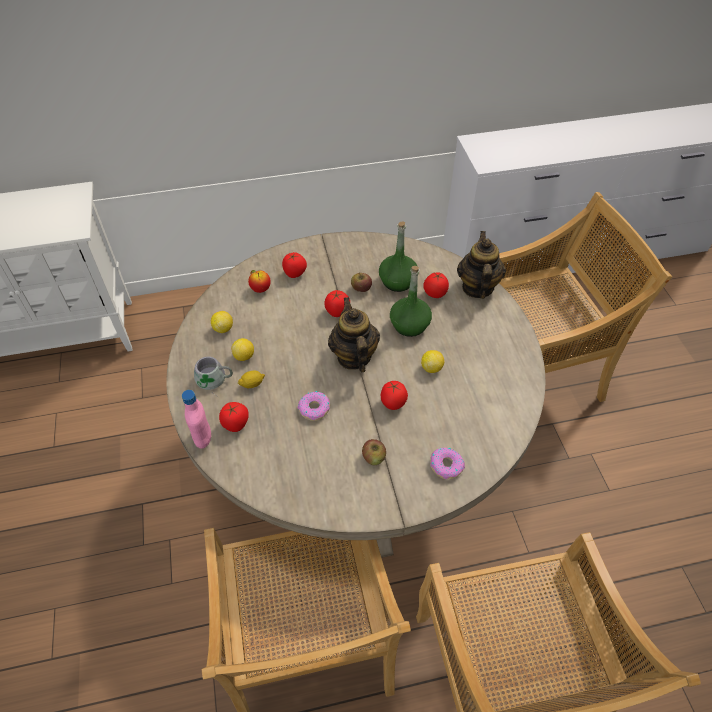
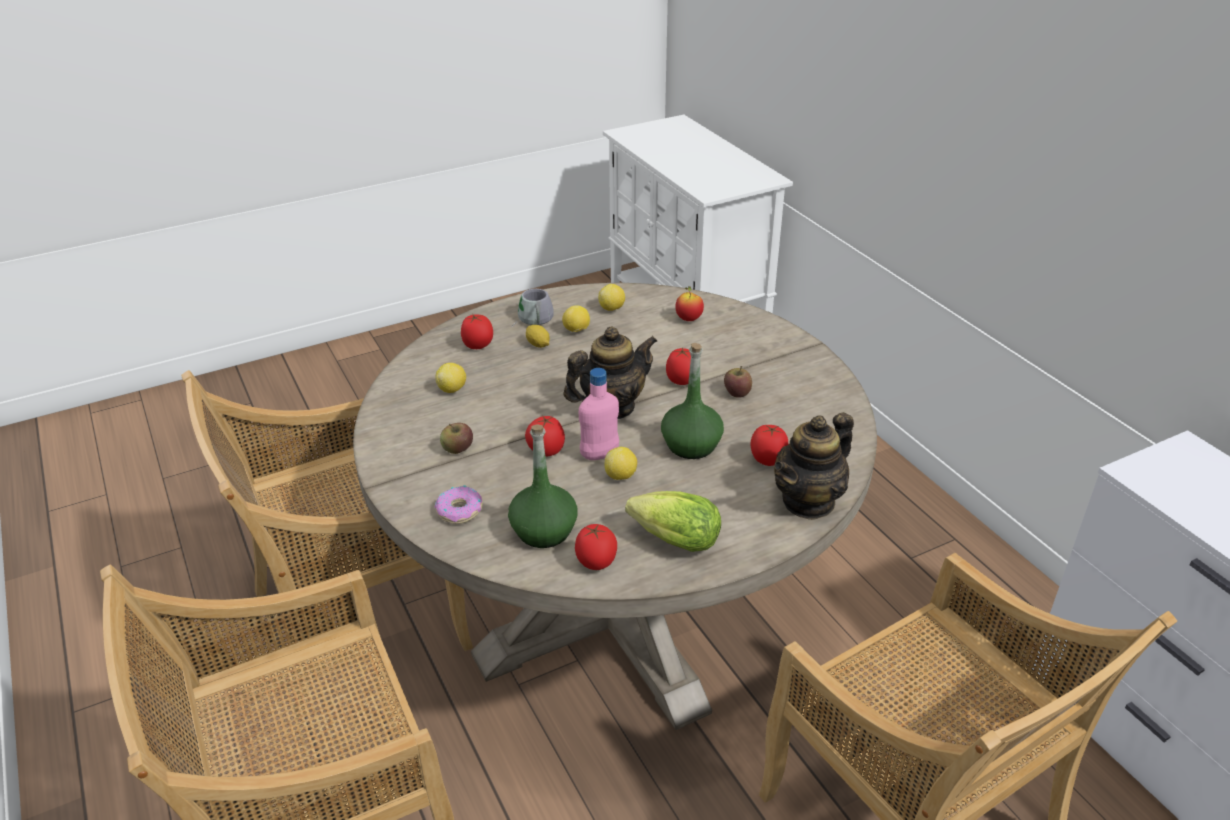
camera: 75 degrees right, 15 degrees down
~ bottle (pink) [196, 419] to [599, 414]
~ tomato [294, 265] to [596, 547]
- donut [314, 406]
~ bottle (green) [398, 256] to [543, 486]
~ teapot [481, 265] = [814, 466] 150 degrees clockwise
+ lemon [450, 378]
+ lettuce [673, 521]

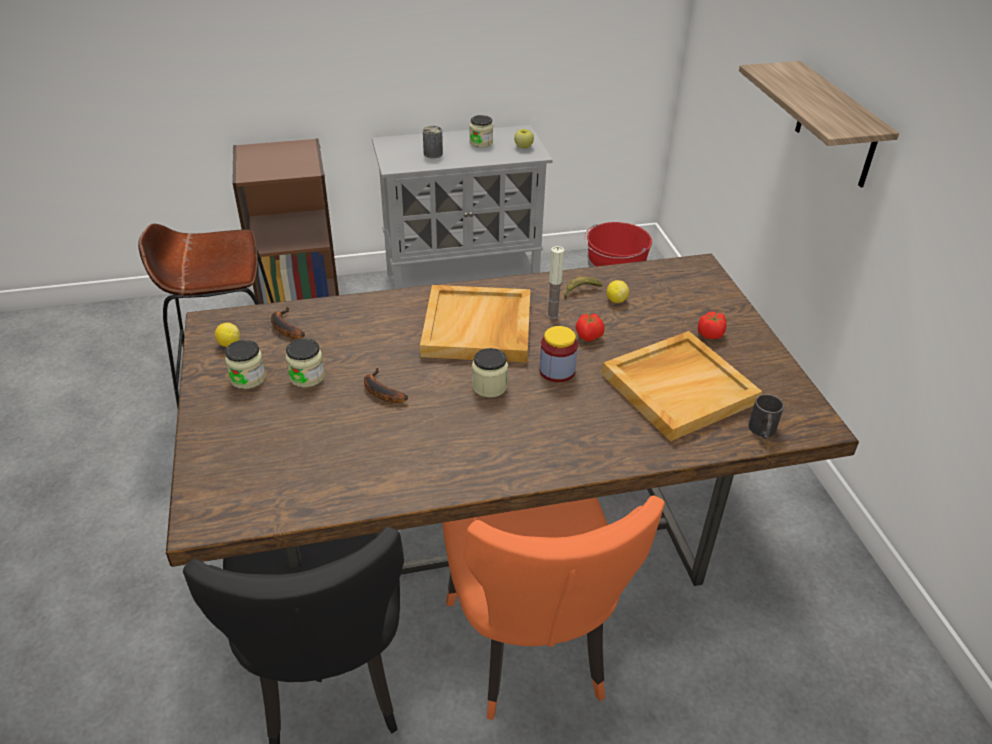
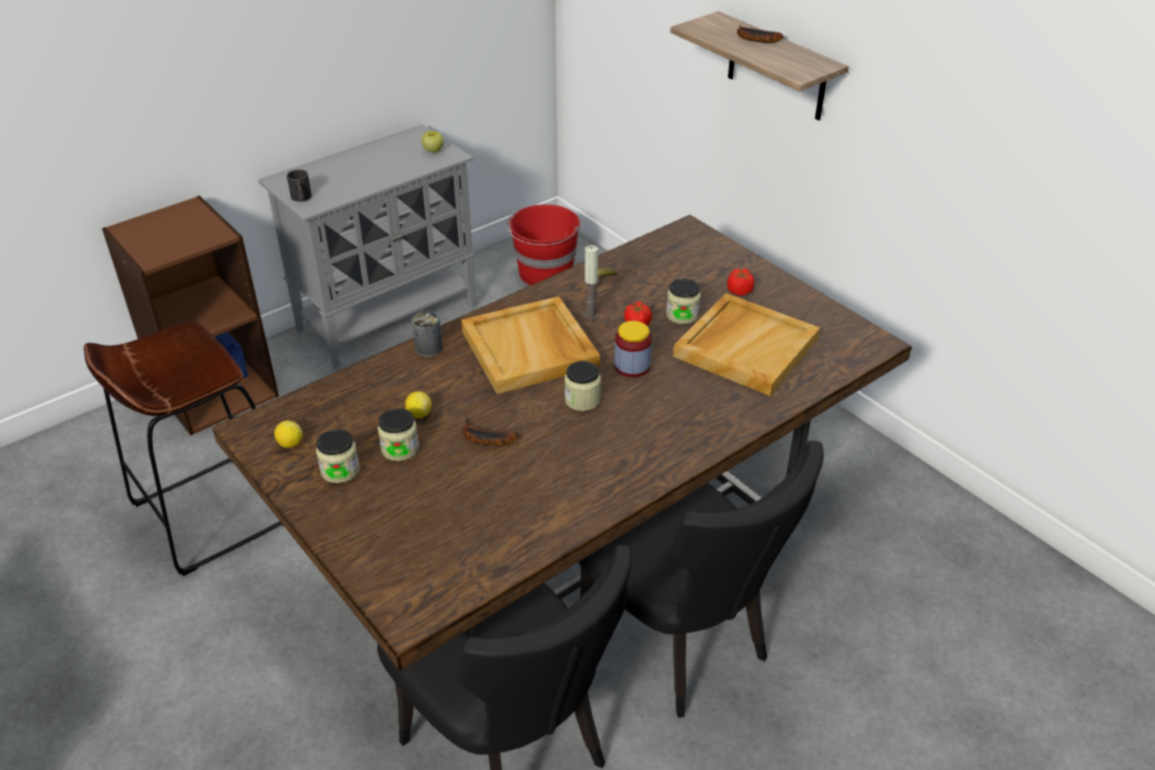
camera: 25 degrees left, 0 degrees up
~ banana [288, 323] to [760, 34]
~ can [433, 142] to [427, 334]
~ chair (orange) [553, 608] to chair (black) [701, 579]
~ jar [481, 131] to [683, 301]
~ lemon [617, 291] to [418, 404]
~ mug (black) [766, 416] to [299, 185]

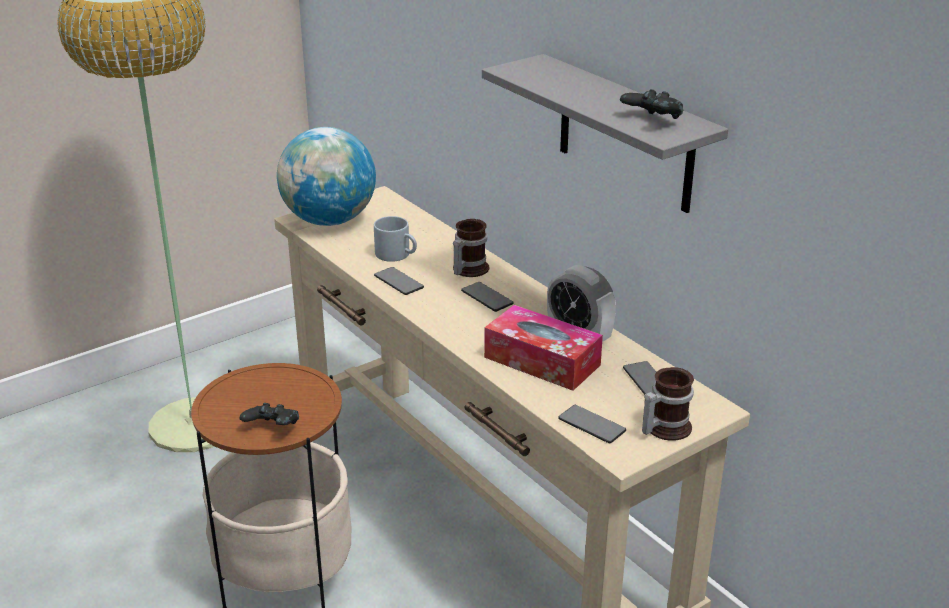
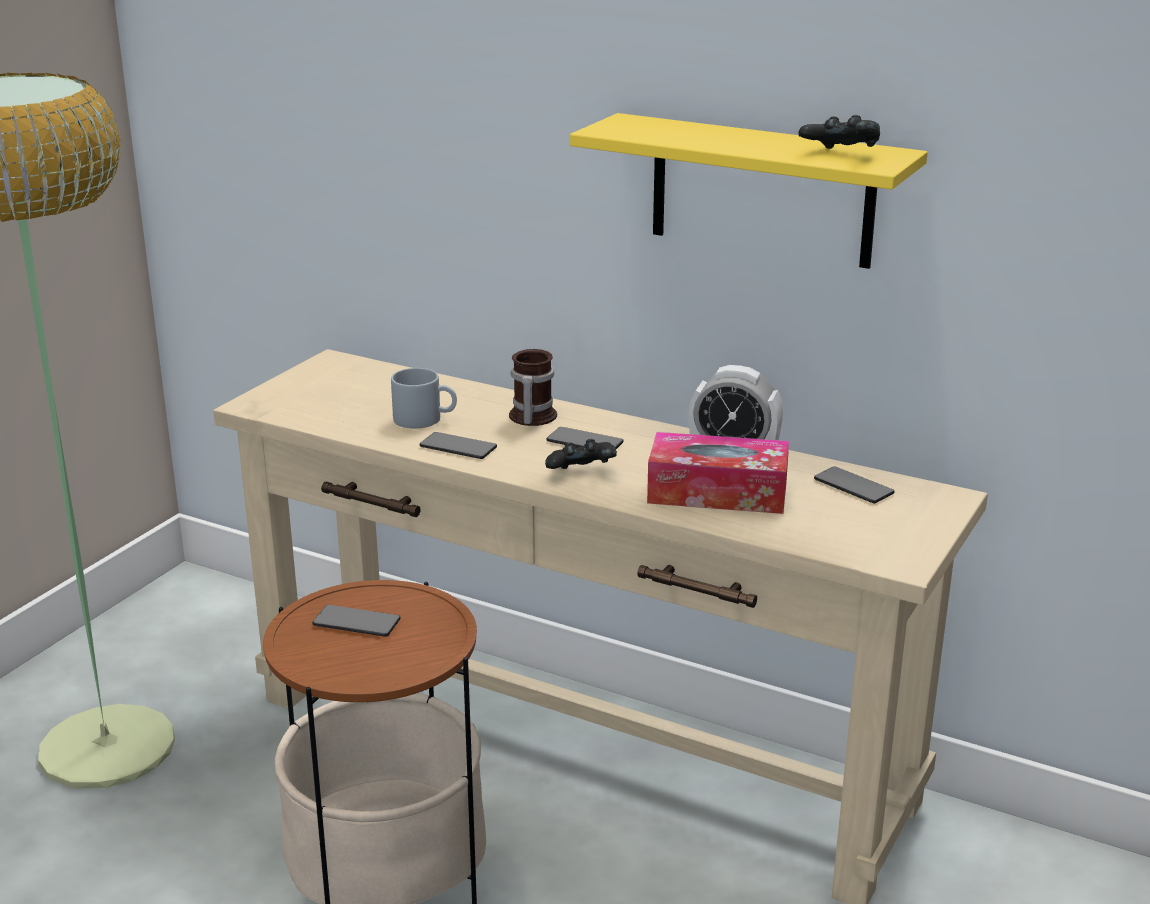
camera: 25 degrees left, 5 degrees down
~ game controller (black) [269, 414] to [581, 454]
- globe [326, 176]
~ shelf (grey) [605, 133] to shelf (yellow) [749, 191]
~ phone [592, 424] to [357, 621]
- mug [668, 404]

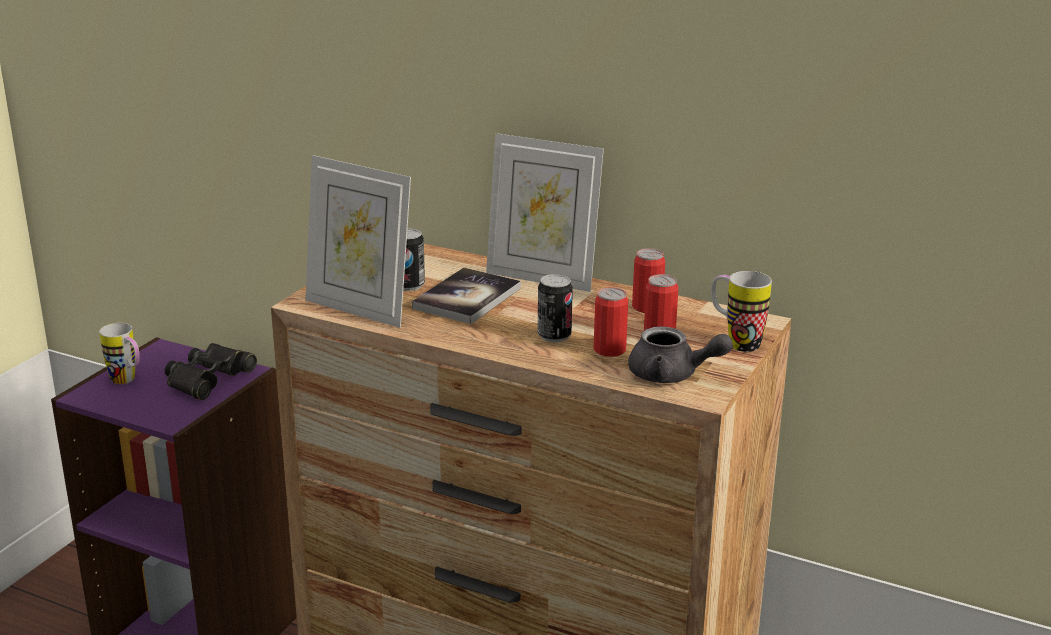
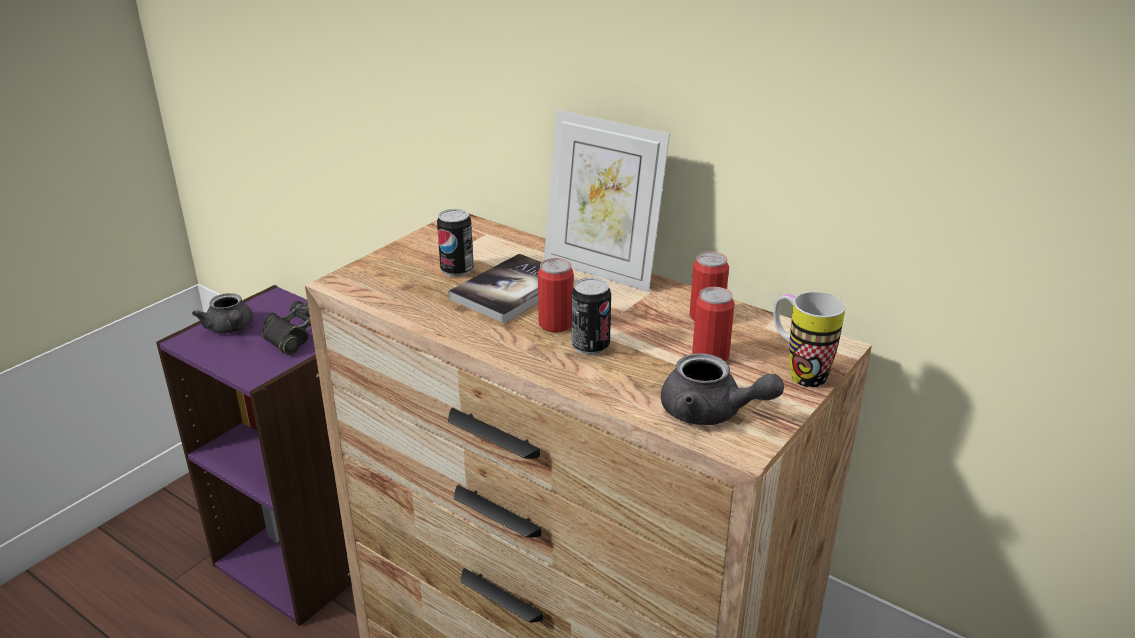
camera: 10 degrees right, 5 degrees up
~ mug [119, 353] to teapot (grey) [222, 313]
- picture frame [358, 241]
~ can [611, 322] to [556, 295]

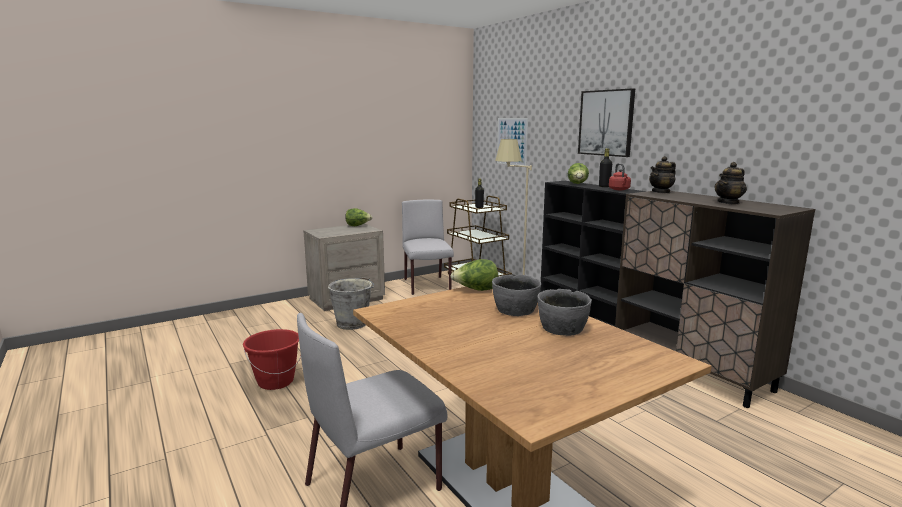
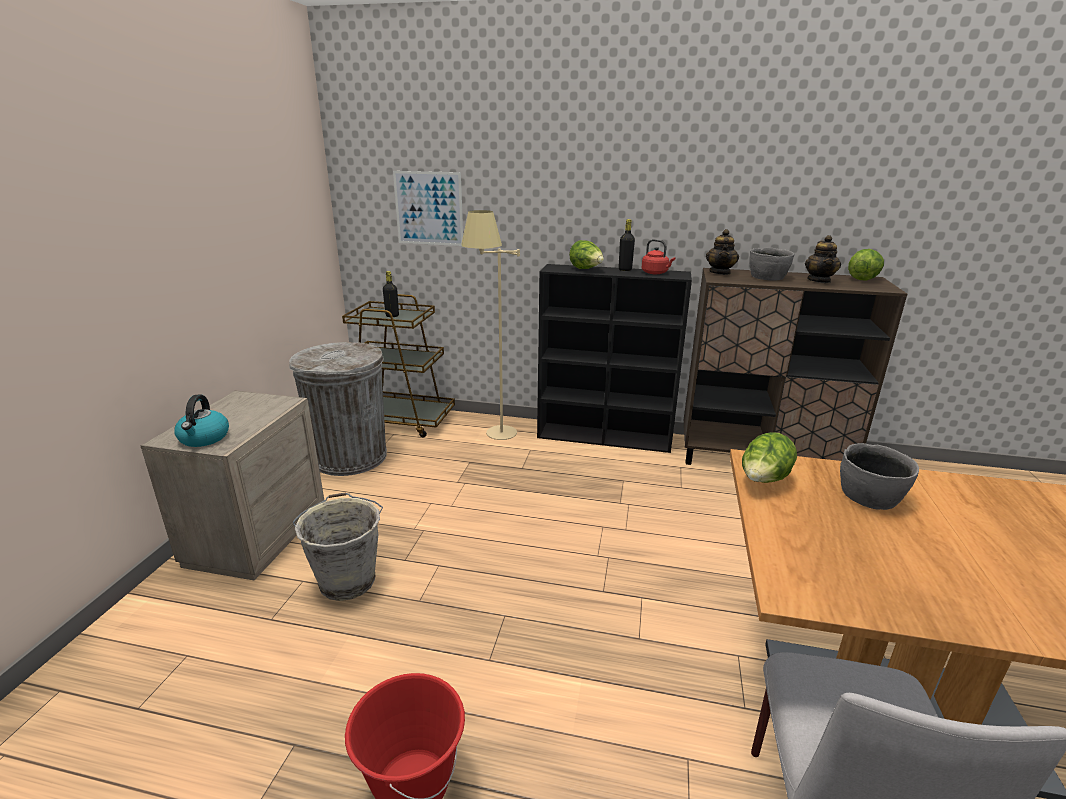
camera: 45 degrees left, 10 degrees up
~ lettuce [359, 217] to [866, 264]
~ chair (grey) [428, 247] to trash can (grey) [338, 409]
~ bowl (grey) [564, 312] to [772, 264]
- picture [606, 122]
+ kettle [201, 421]

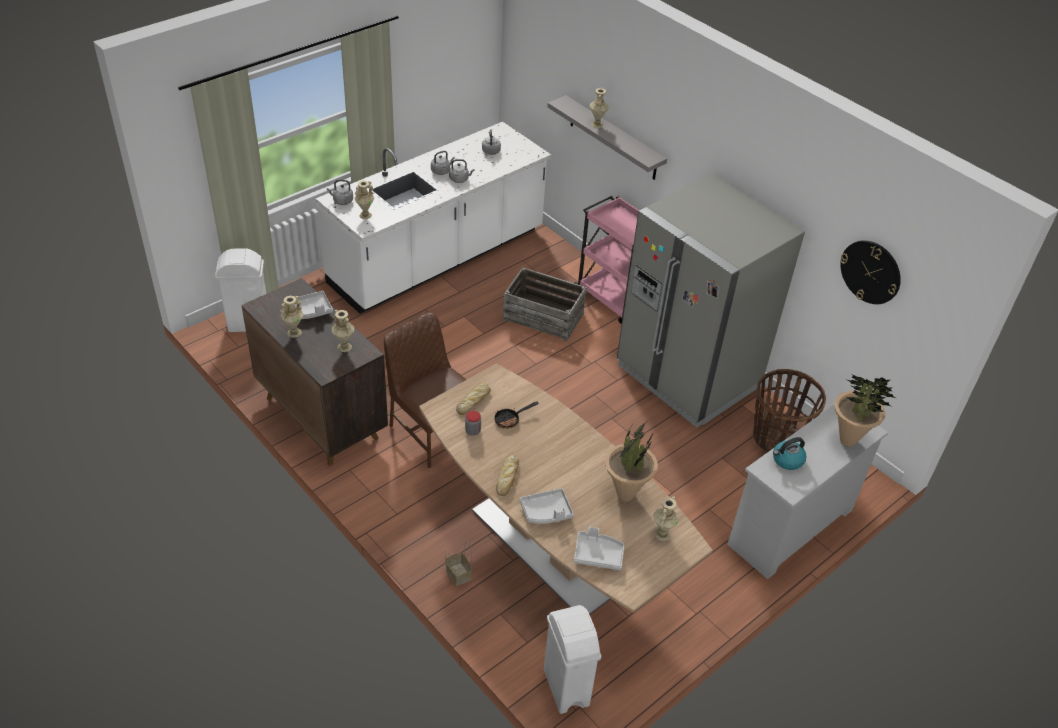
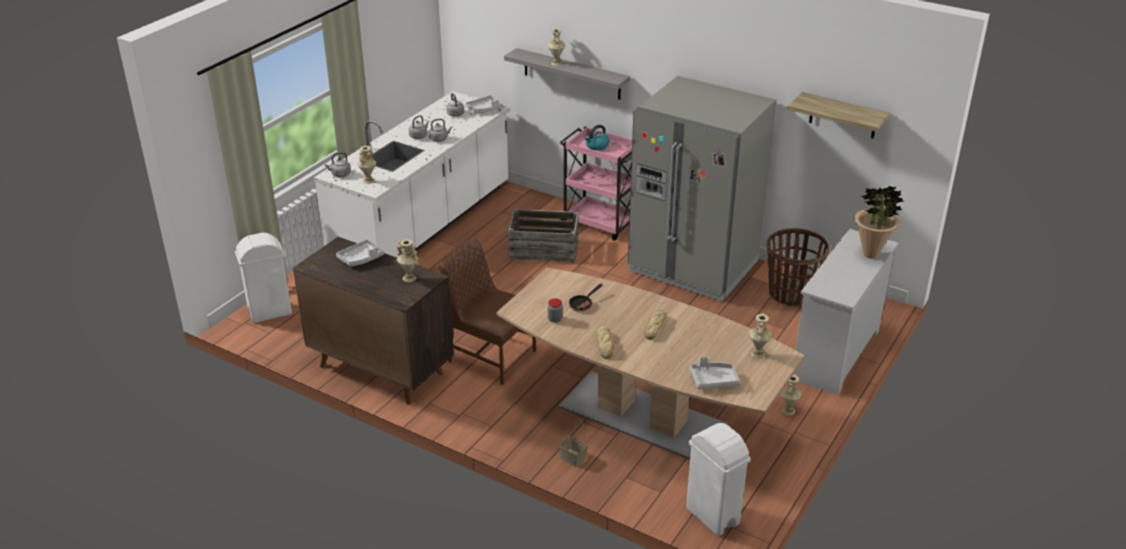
camera: 15 degrees left, 10 degrees down
~ vase (beige) [292, 317] to [791, 394]
~ bread [473, 399] to [655, 324]
~ tray (grey) [547, 506] to [484, 104]
- potted plant [631, 462]
~ kettle [789, 453] to [597, 138]
~ wall clock [870, 272] to shelf [838, 115]

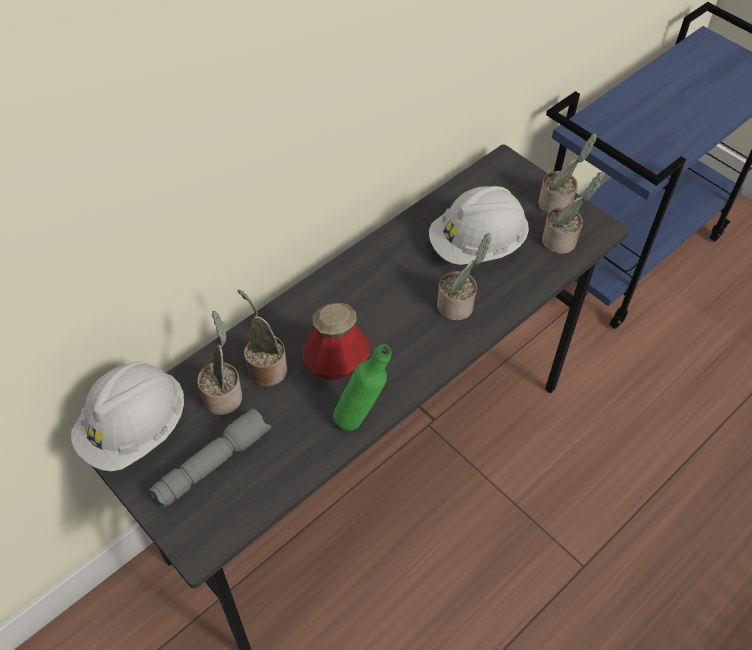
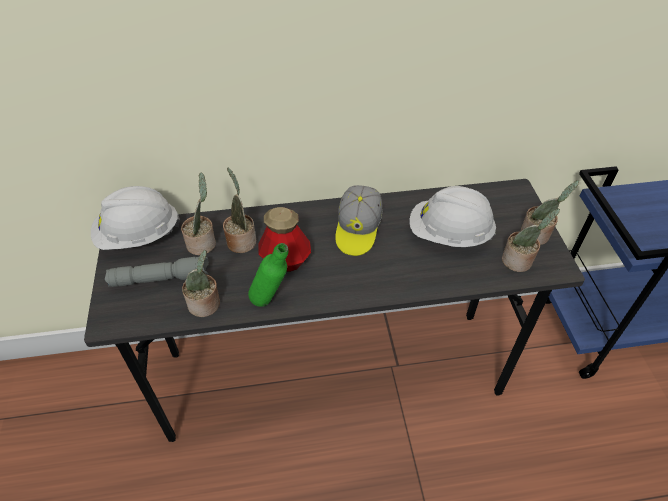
camera: 35 degrees right, 5 degrees down
~ potted plant [464, 277] to [201, 283]
+ cap [359, 220]

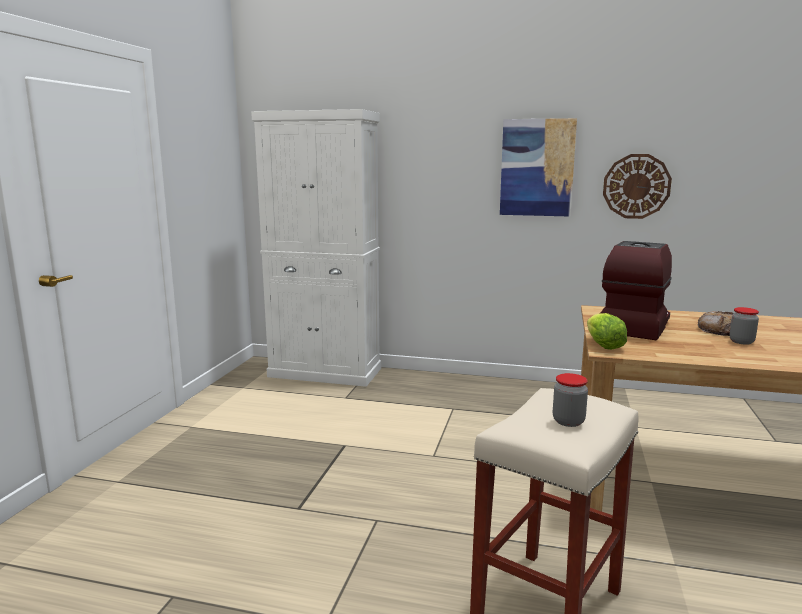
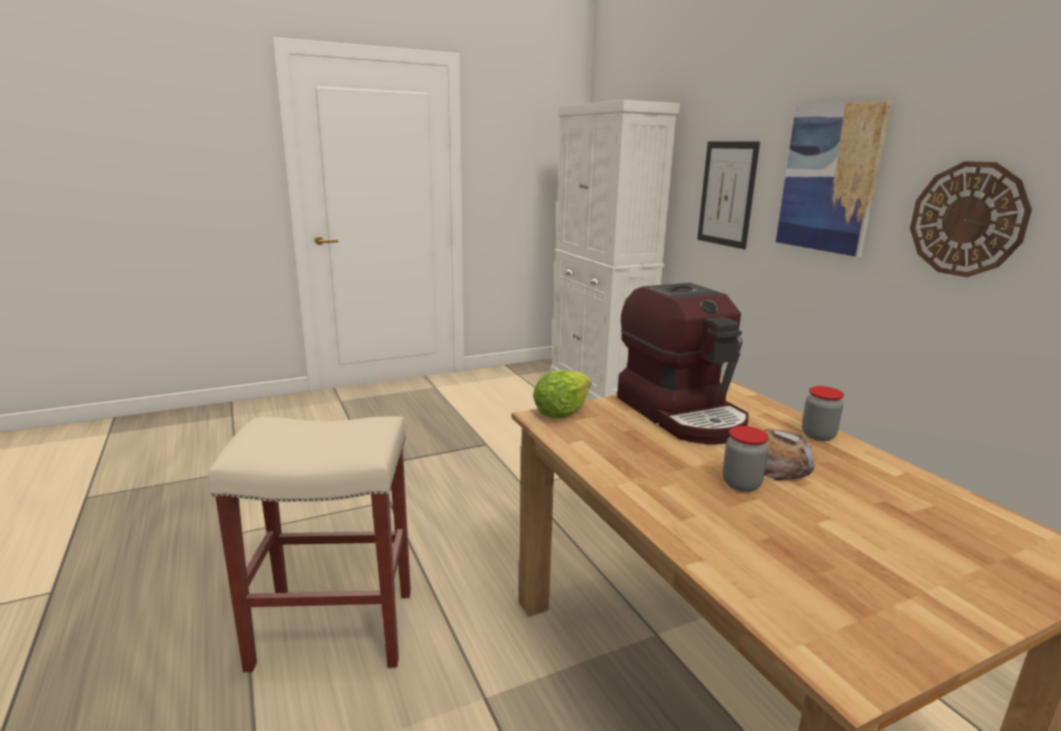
camera: 50 degrees right, 5 degrees up
~ jar [570, 400] to [823, 413]
~ coffee machine [636, 290] = [683, 363] 75 degrees clockwise
+ picture [728, 195]

